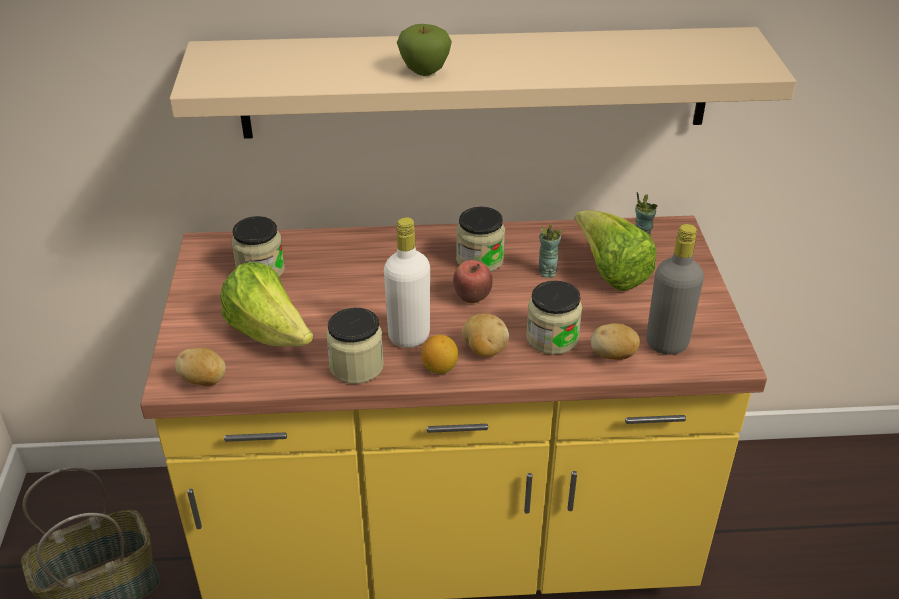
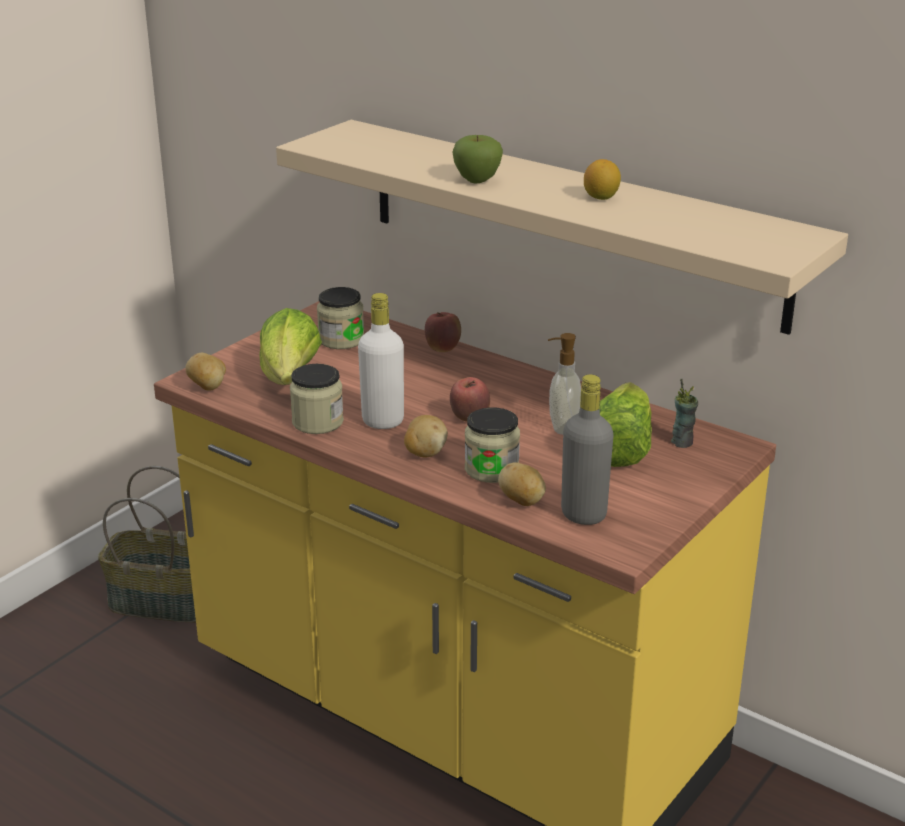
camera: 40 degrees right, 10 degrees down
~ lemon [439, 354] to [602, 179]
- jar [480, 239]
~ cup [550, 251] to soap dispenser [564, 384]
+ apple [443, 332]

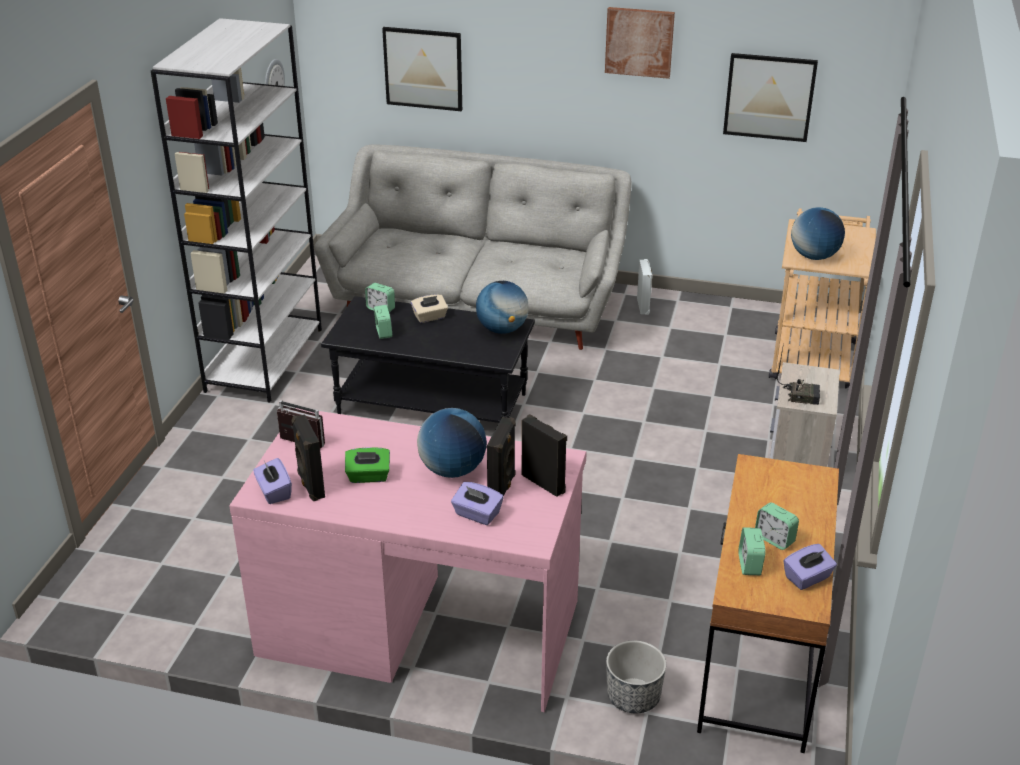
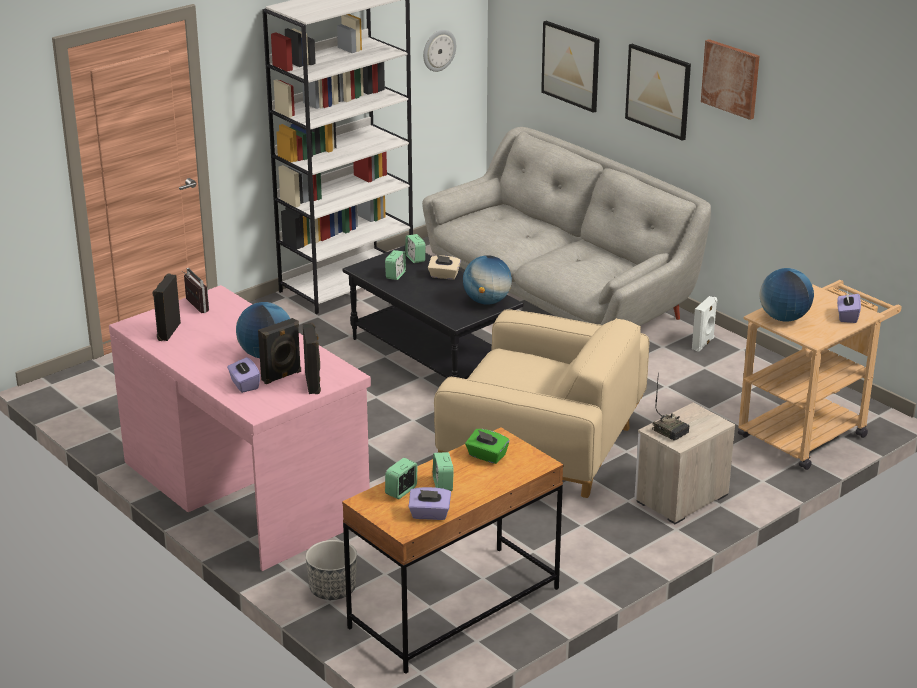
camera: 35 degrees right, 5 degrees down
~ tissue box (purple) [272, 481] to [849, 307]
~ tissue box (green) [367, 465] to [487, 446]
~ picture [770, 97] to [658, 92]
+ armchair (beige) [541, 403]

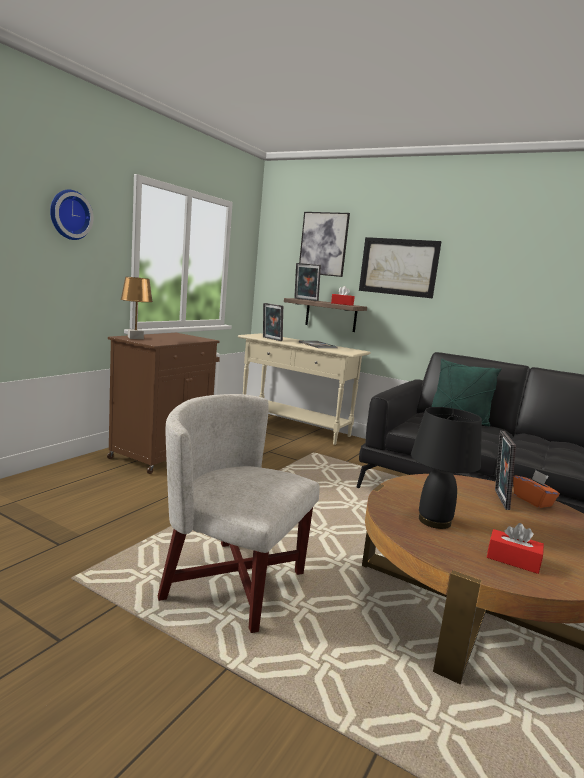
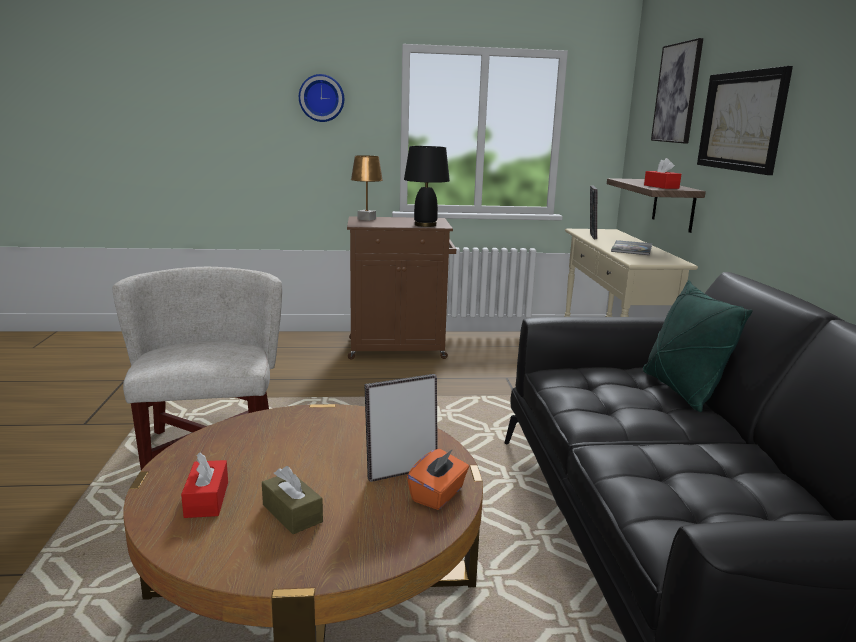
camera: 55 degrees right, 5 degrees up
- picture frame [307, 282]
~ table lamp (black) [446, 468] to [427, 186]
+ tissue box (brown) [292, 500]

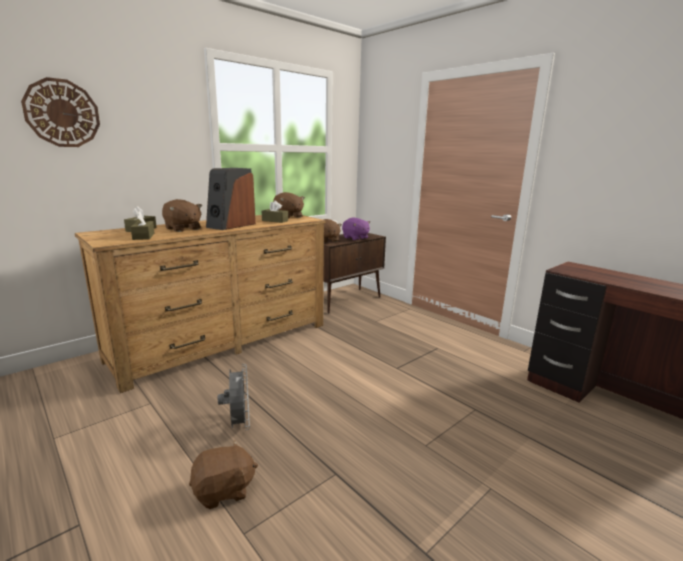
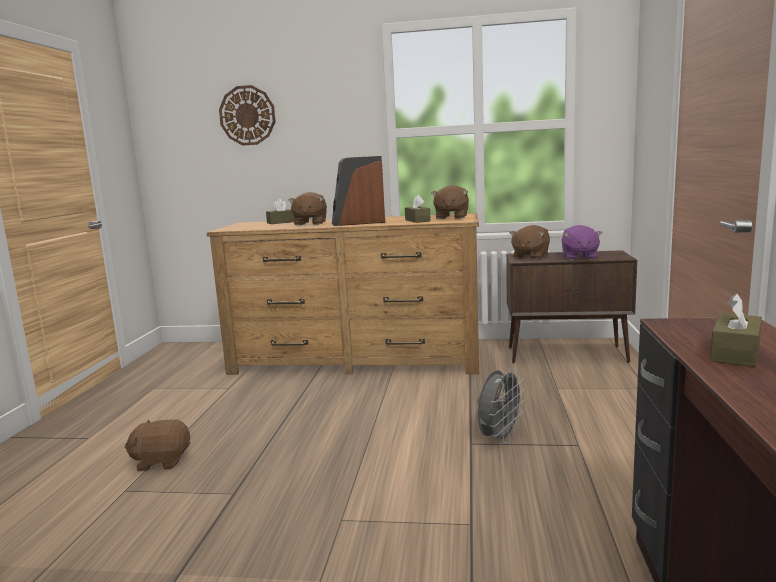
camera: 50 degrees right, 5 degrees down
~ tissue box (brown) [142, 226] to [736, 330]
~ plush toy (brown) [223, 474] = [157, 445] 150 degrees clockwise
~ fan (grey) [234, 397] to [501, 407]

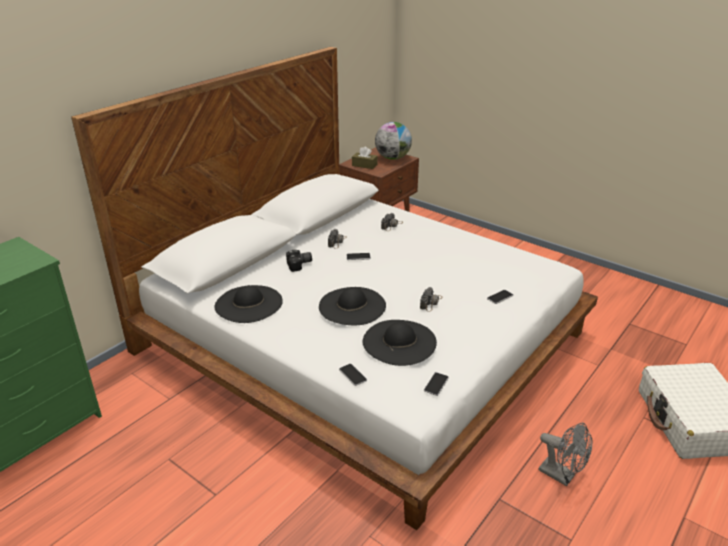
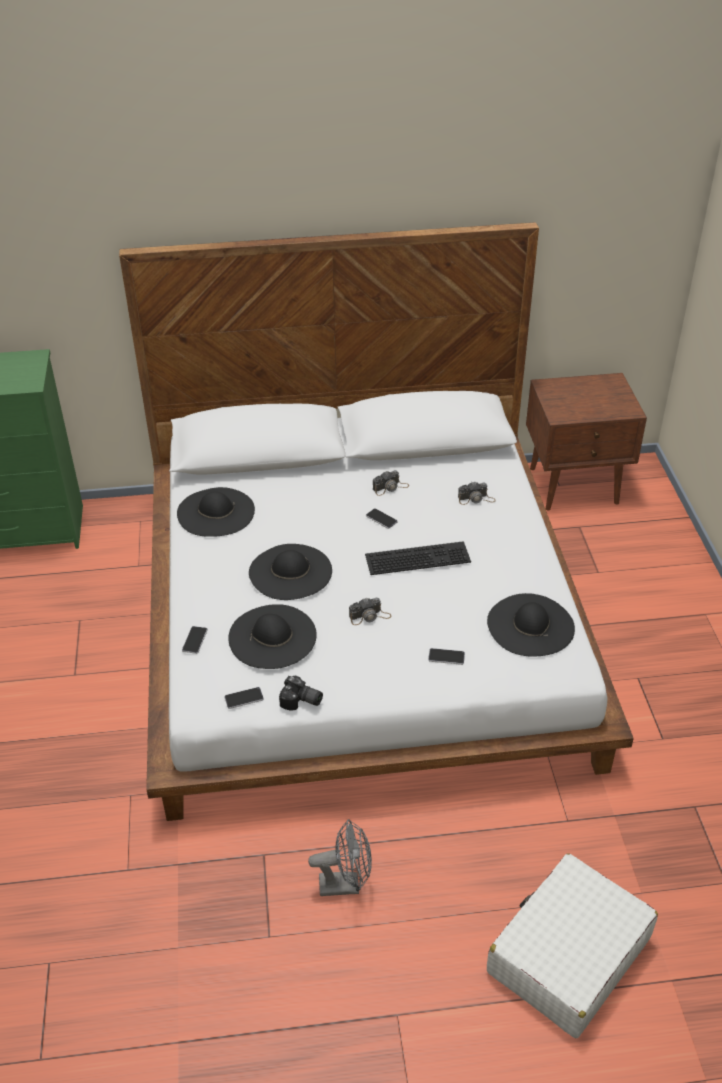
camera: 45 degrees right, 10 degrees up
~ photo camera [299, 261] to [301, 693]
- tissue box (brown) [364, 157]
- globe [393, 141]
~ fan (grey) [565, 454] = [340, 857] 90 degrees counterclockwise
+ keyboard [418, 558]
+ hat (black) [531, 625]

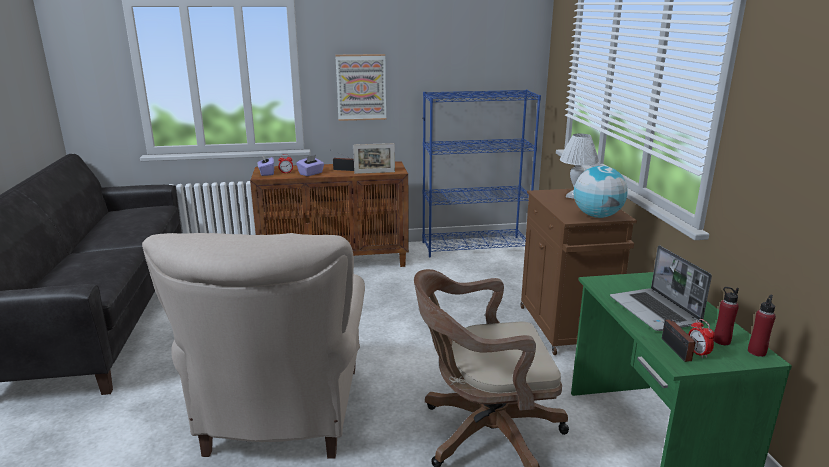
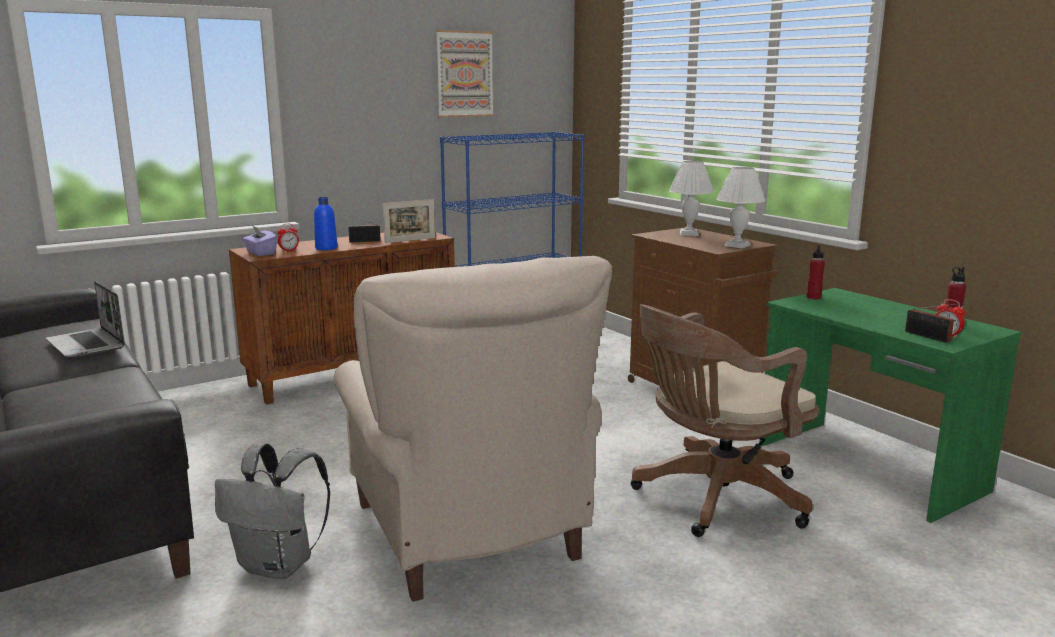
camera: 25 degrees left, 5 degrees down
~ tissue box (purple) [310, 165] to bottle (blue) [326, 223]
~ picture [360, 87] to [465, 73]
~ globe [601, 192] to table lamp (white) [741, 207]
~ laptop [661, 288] to [85, 319]
~ bottle (red) [762, 325] to [815, 271]
+ backpack (grey) [272, 511]

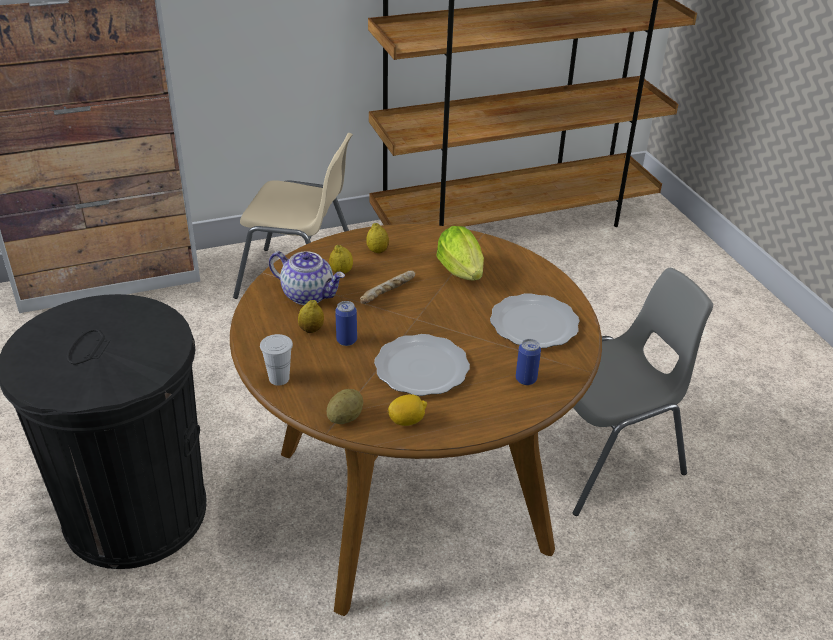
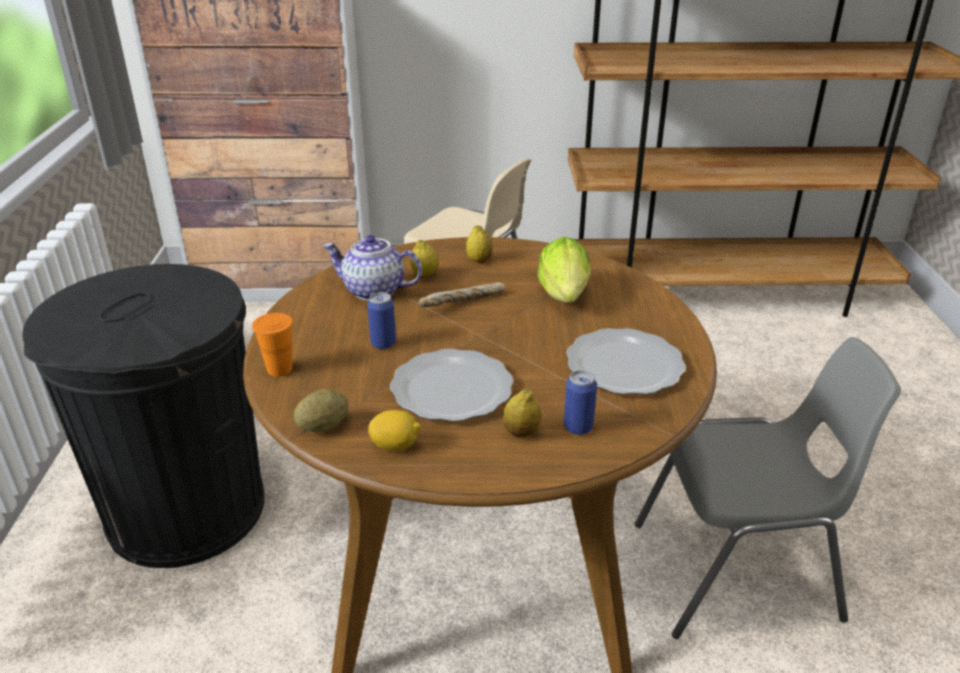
camera: 20 degrees right, 5 degrees down
~ cup (white) [276, 359] to cup (orange) [272, 345]
~ teapot [307, 278] = [372, 268] 150 degrees clockwise
~ lemon [311, 316] to [522, 413]

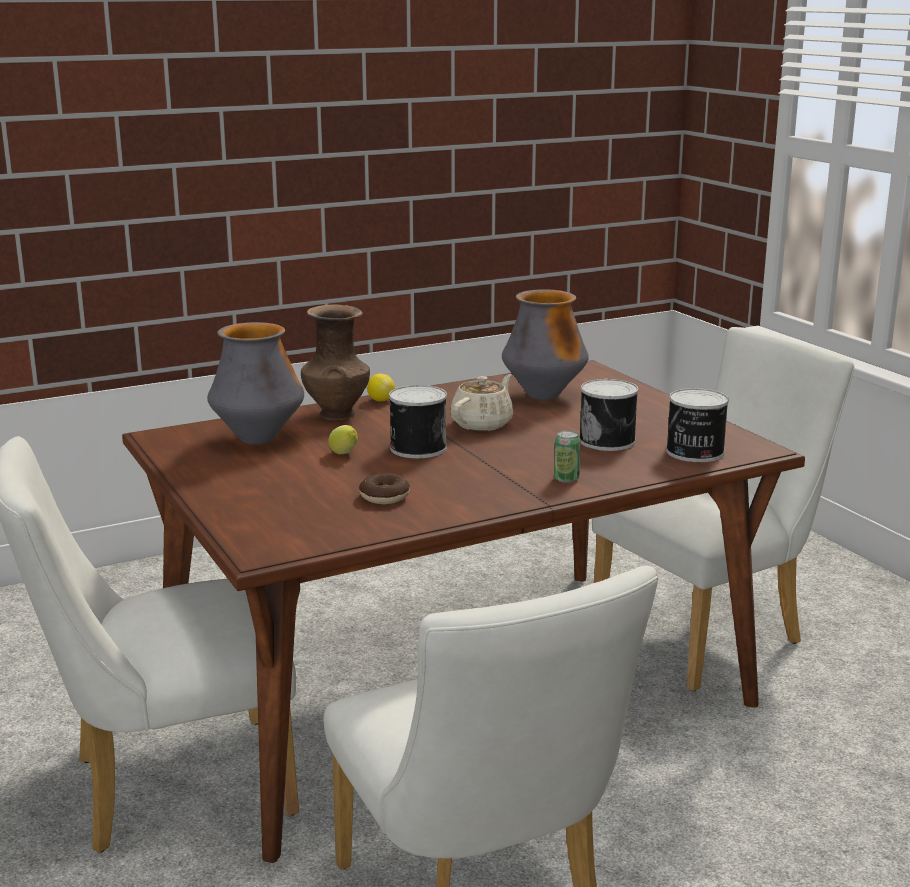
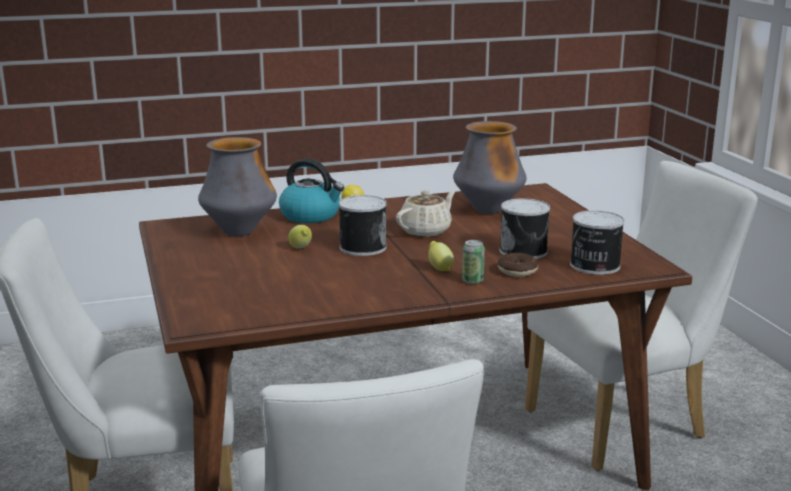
camera: 10 degrees right, 0 degrees up
~ vase (brown) [335, 362] to kettle [311, 191]
~ donut [384, 488] to [518, 265]
+ lemon [441, 256]

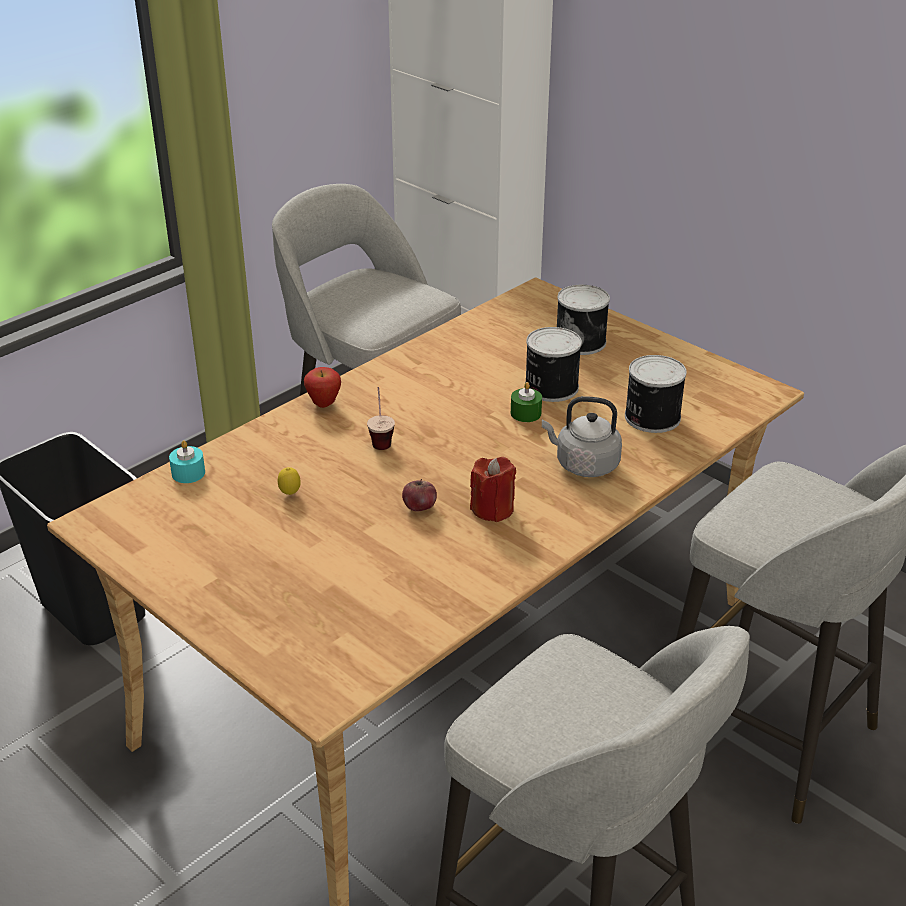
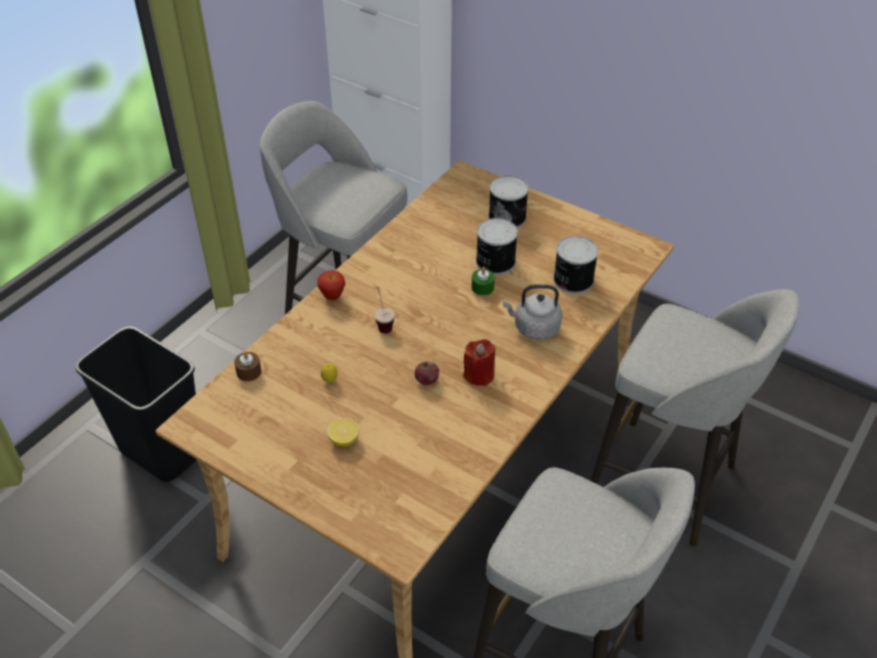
camera: 10 degrees left, 10 degrees up
~ candle (turquoise) [187, 461] to candle (brown) [247, 366]
+ lemon [343, 432]

